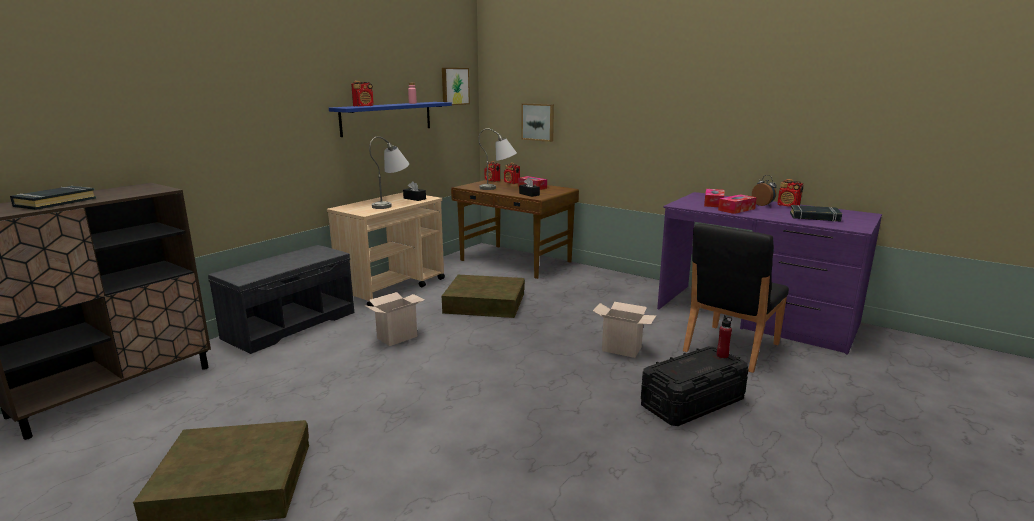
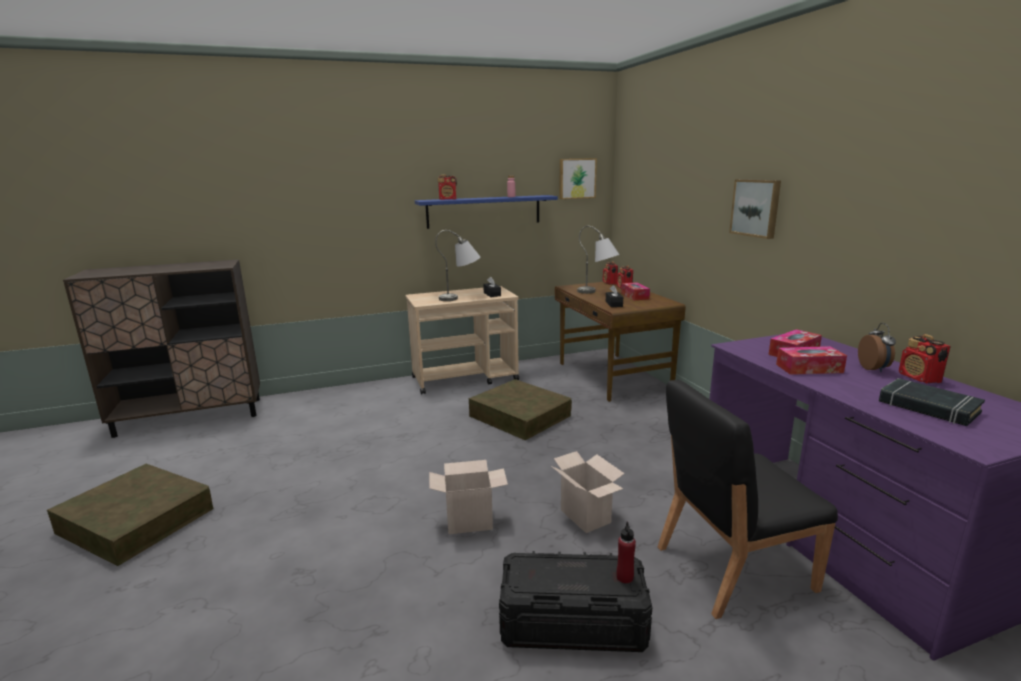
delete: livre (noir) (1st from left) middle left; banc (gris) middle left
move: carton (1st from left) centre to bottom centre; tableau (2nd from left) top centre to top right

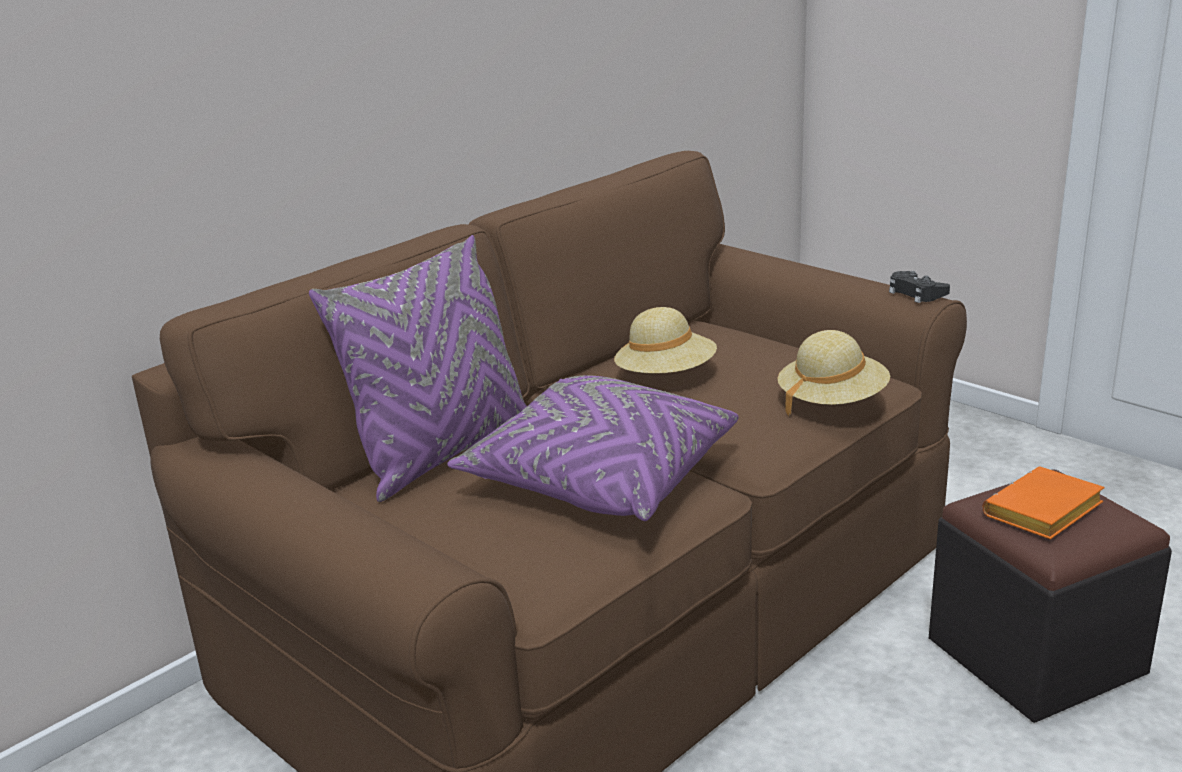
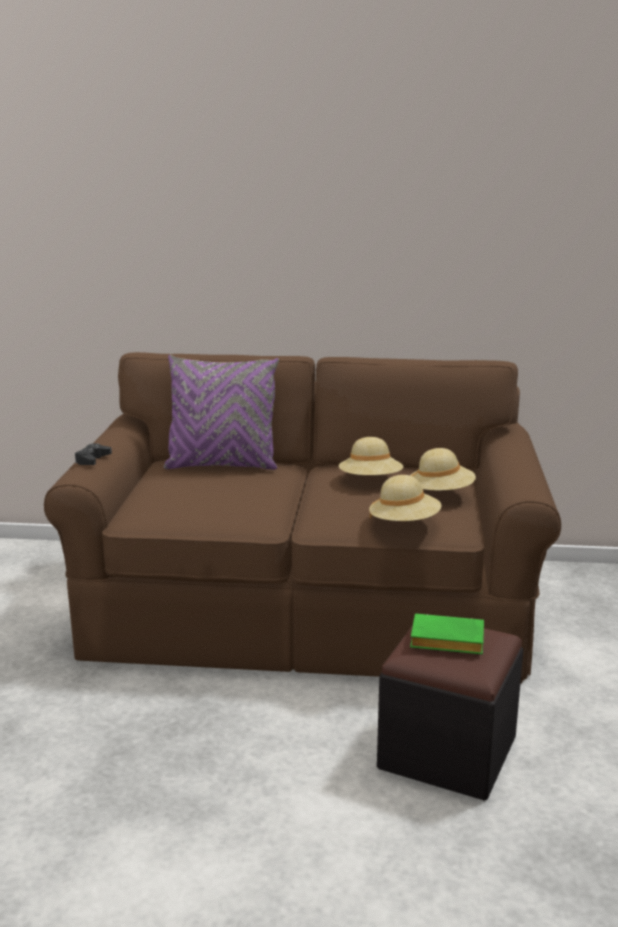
delete: coussin (violet) (2nd from left) centre
insert: chapeau (beige) (3rd from left) middle right
move: manette (noir) middle right to middle left
recolor: livre (orange) middle right to livre (vert) bottom right

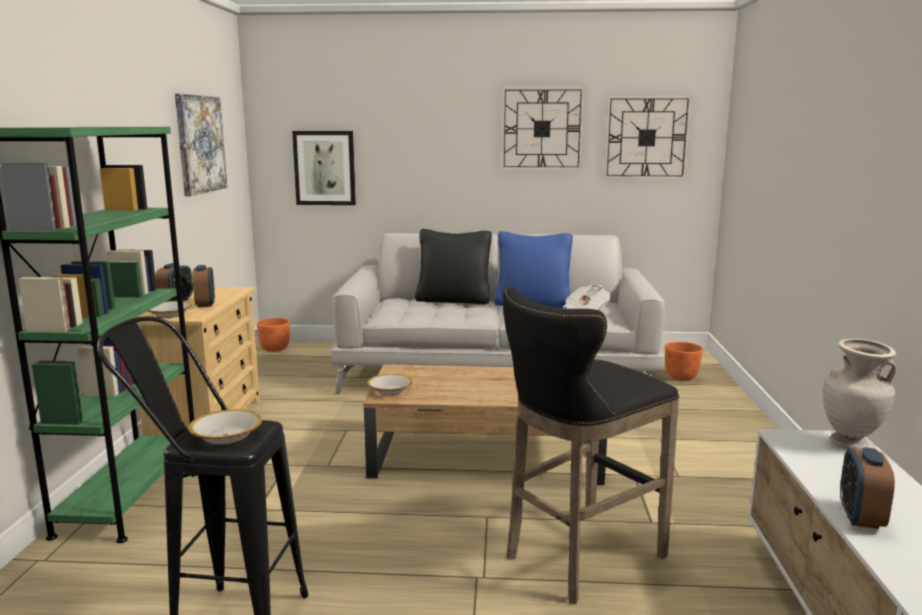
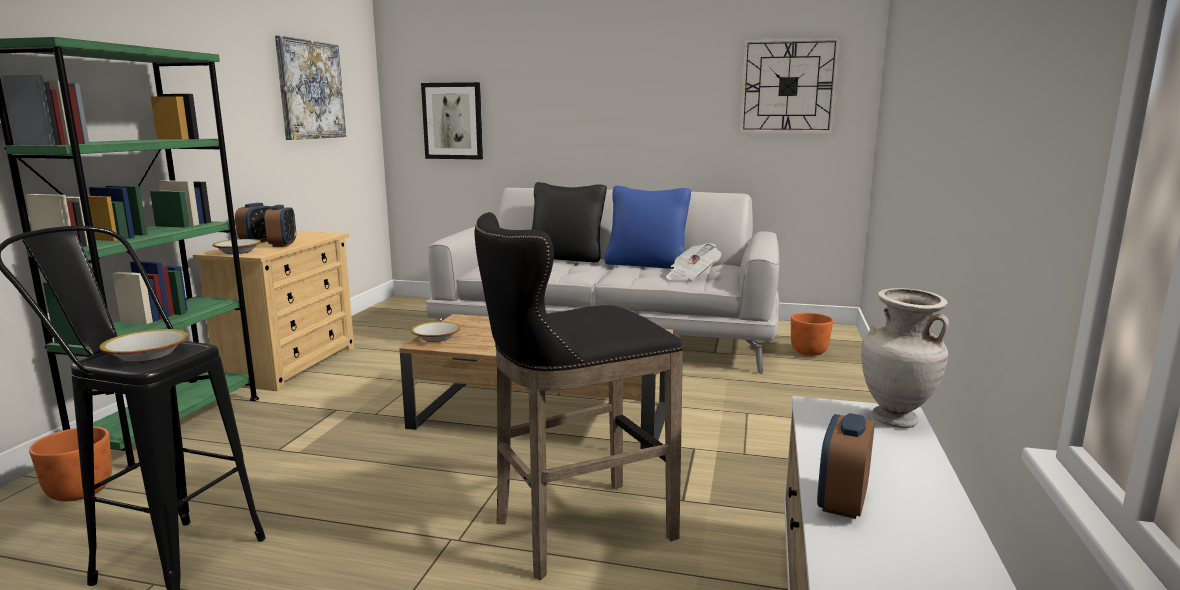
delete: horloge murale (1st from left) top centre
move: cache-pot (orange) (1st from left) middle left to bottom left

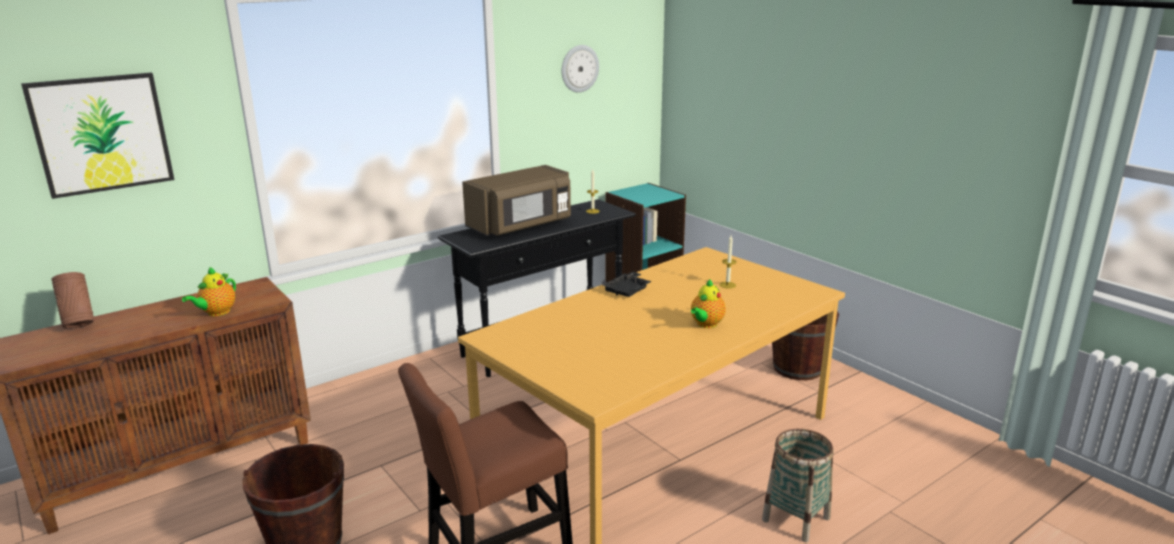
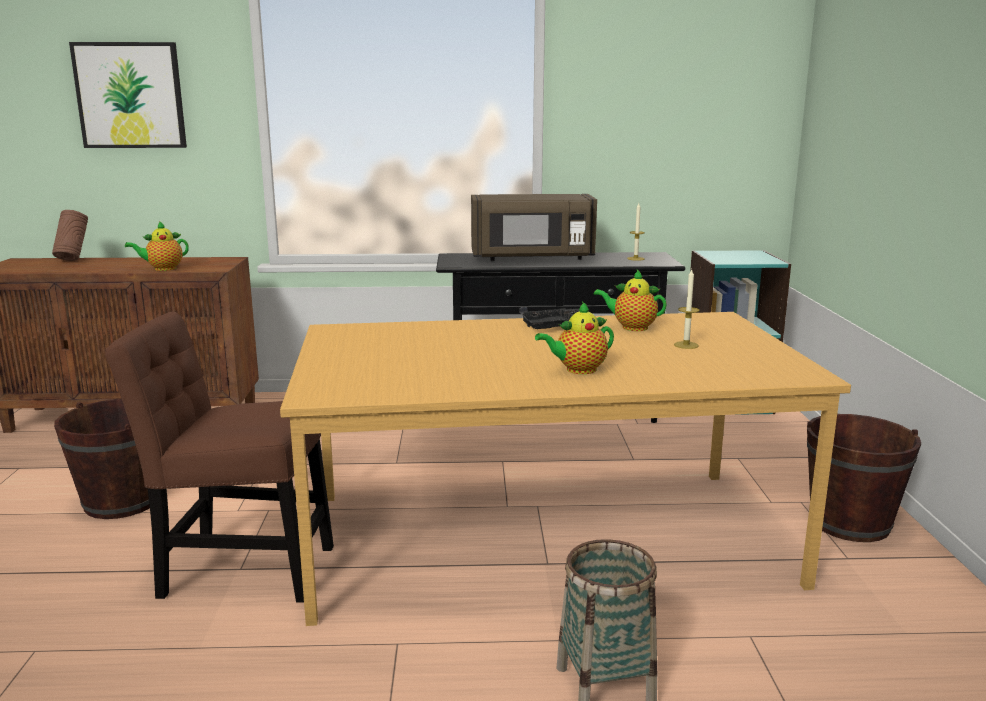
delete: horloge murale top centre
insert: théière (3rd from left) centre

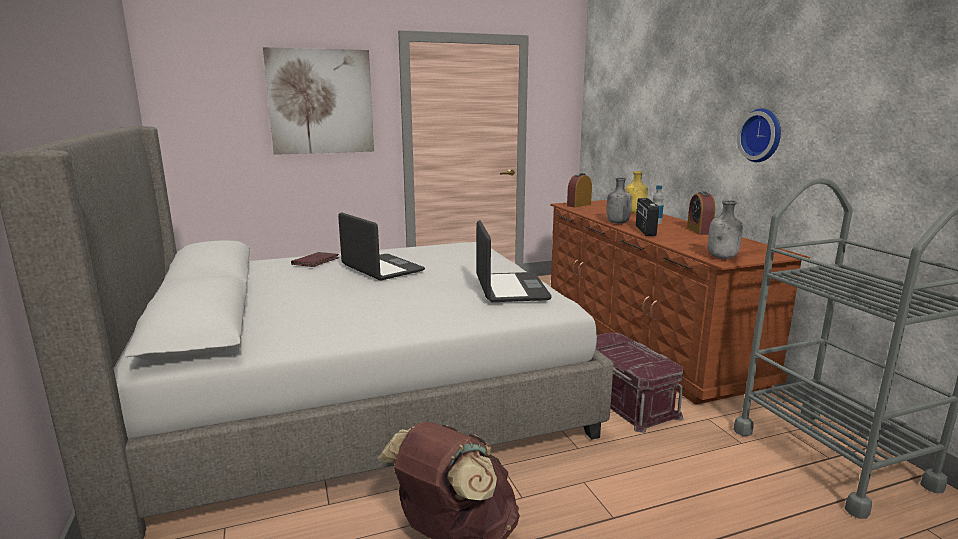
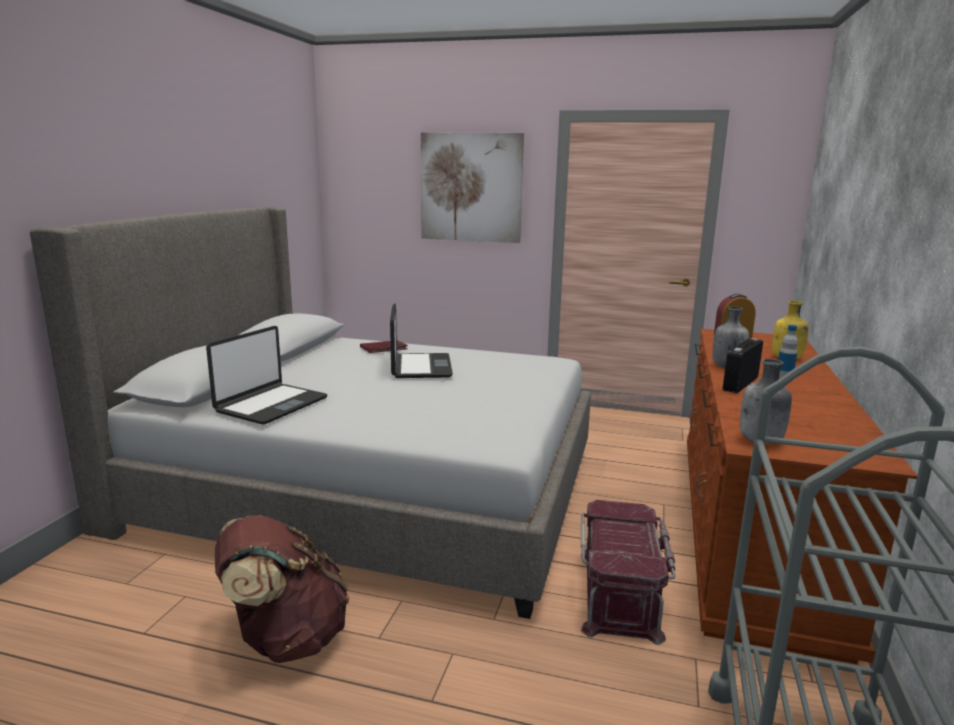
delete: réveil (2nd from left) middle right; horloge murale top right
move: ordinateur portable (2nd from left in the first image) centre to ordinateur portable (1st from left) middle left

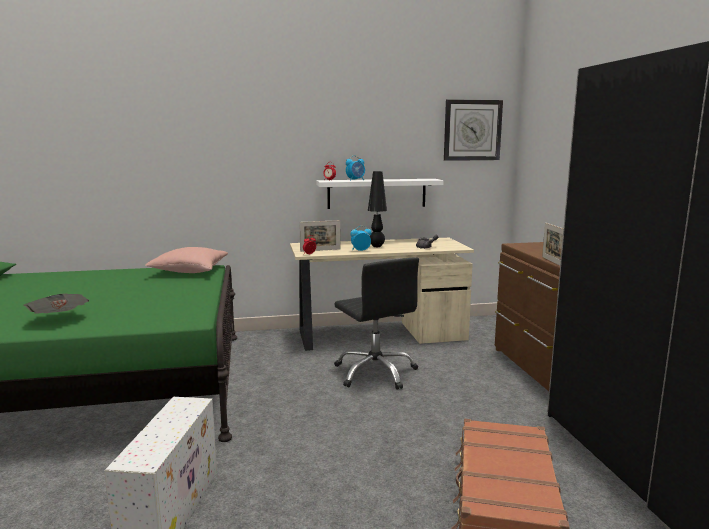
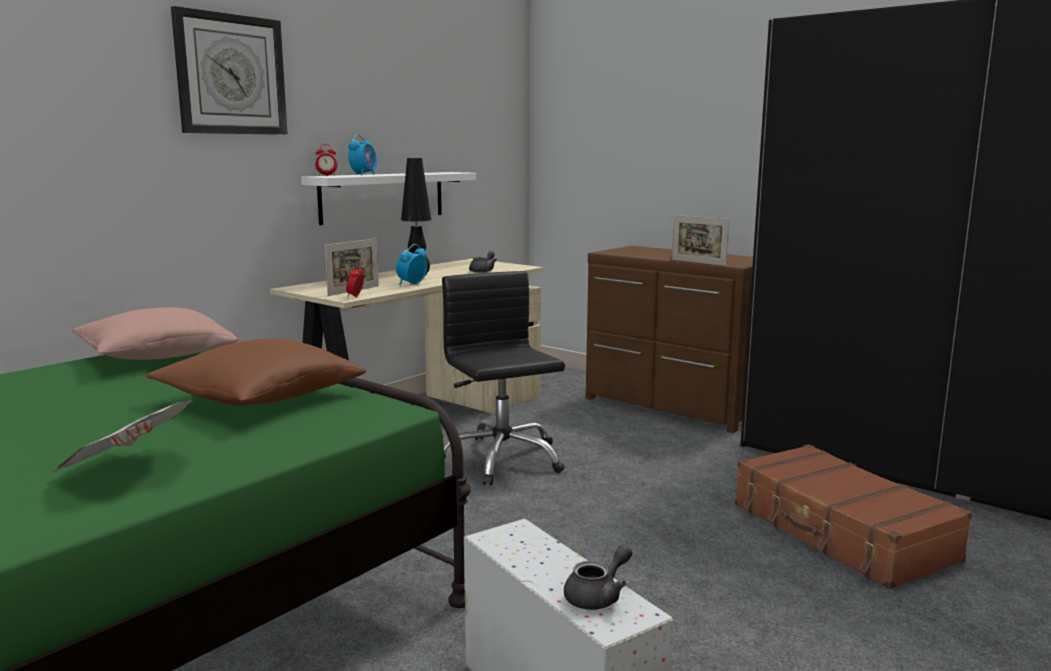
insert: coussin (marron) middle left; théière (gris) (2nd from left) bottom centre
move: horloge murale top right to top left
rotate: chaise de bureau (noir) centre = centre 135 degrees counterclockwise

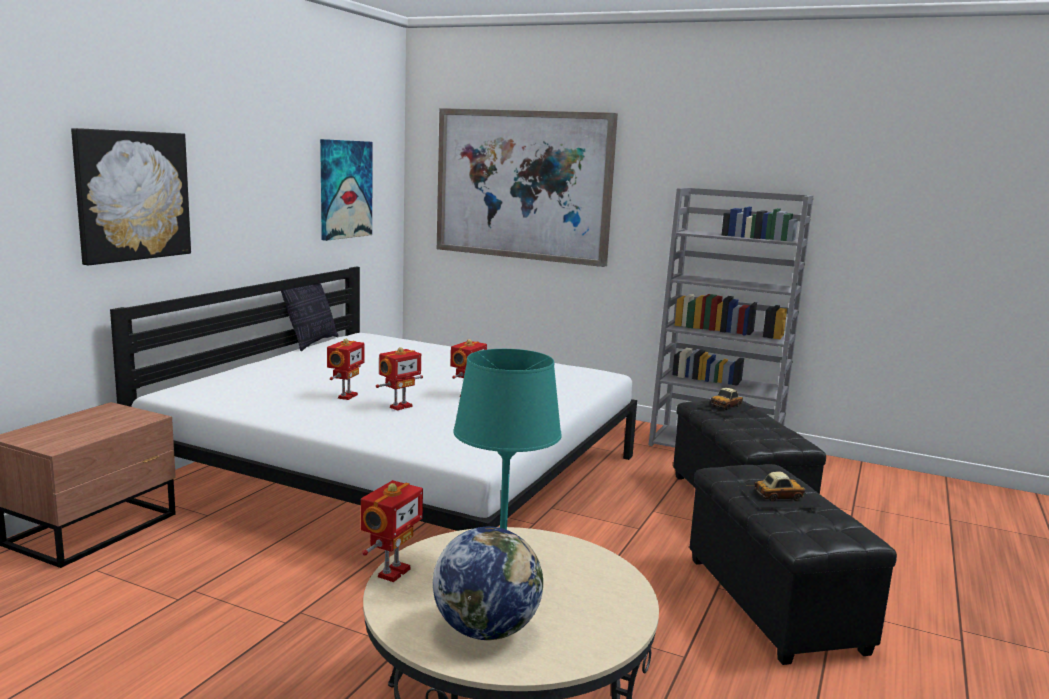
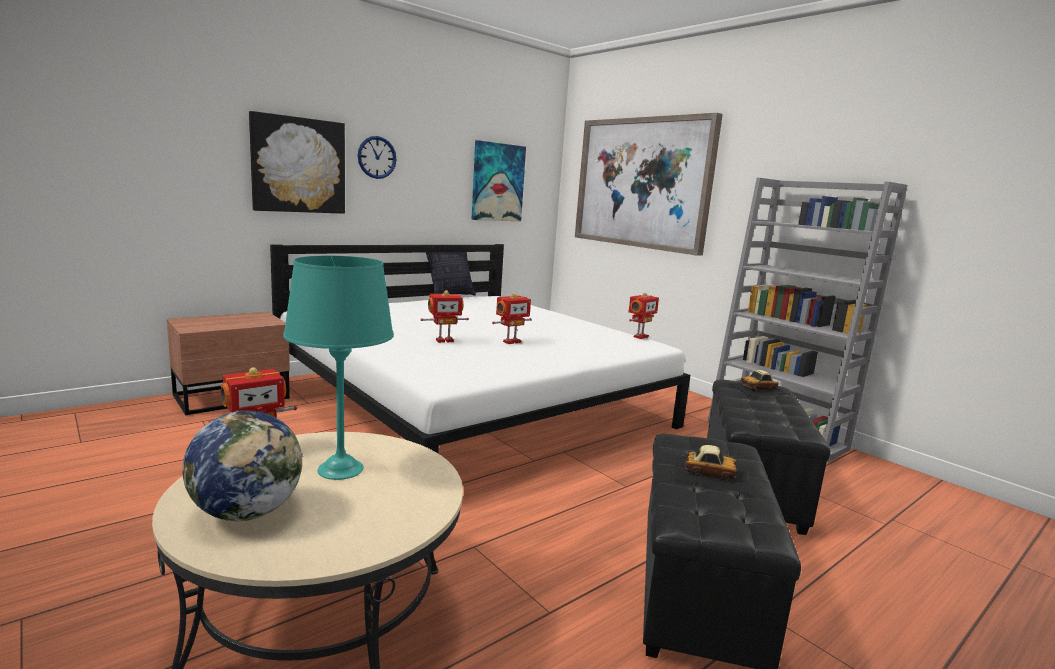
insert: horloge murale top centre
move: robot jouet (1st from left in the first image) middle left to robot jouet (4th from left) centre

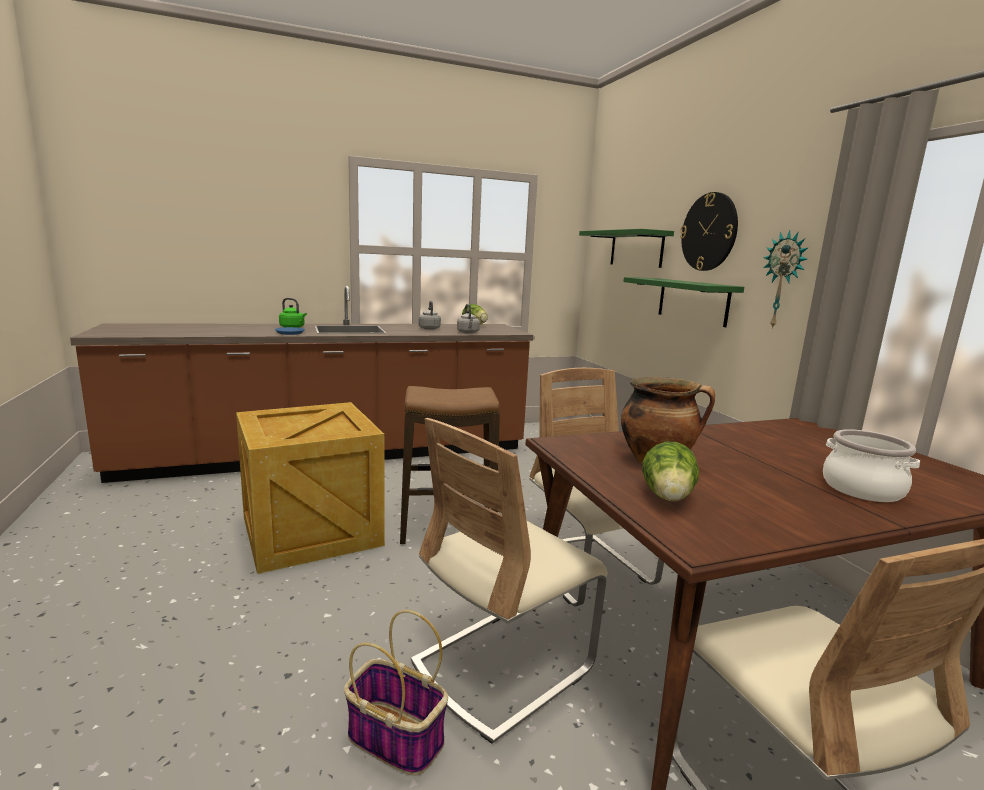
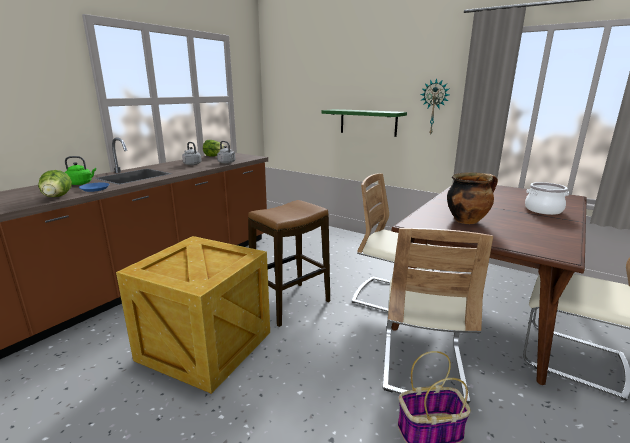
delete: étagère (vert) (1st from left) top centre; horloge murale (1st from left) top right
move: laitue (2nd from left in the first image) middle right to laitue (1st from left) middle left

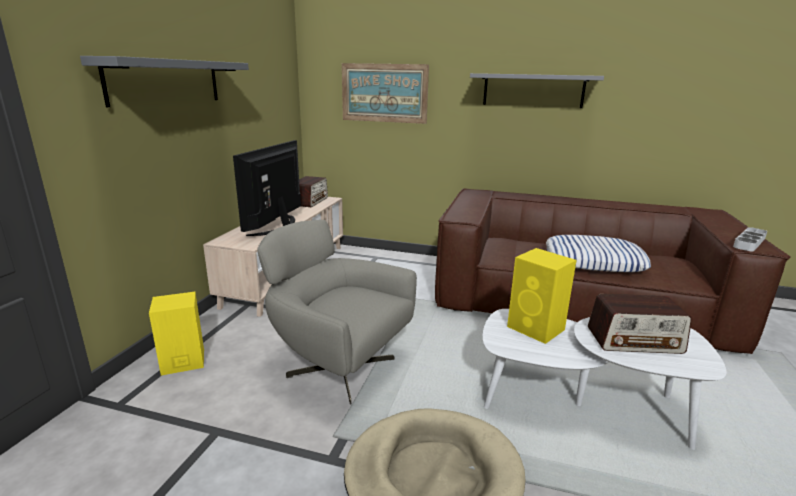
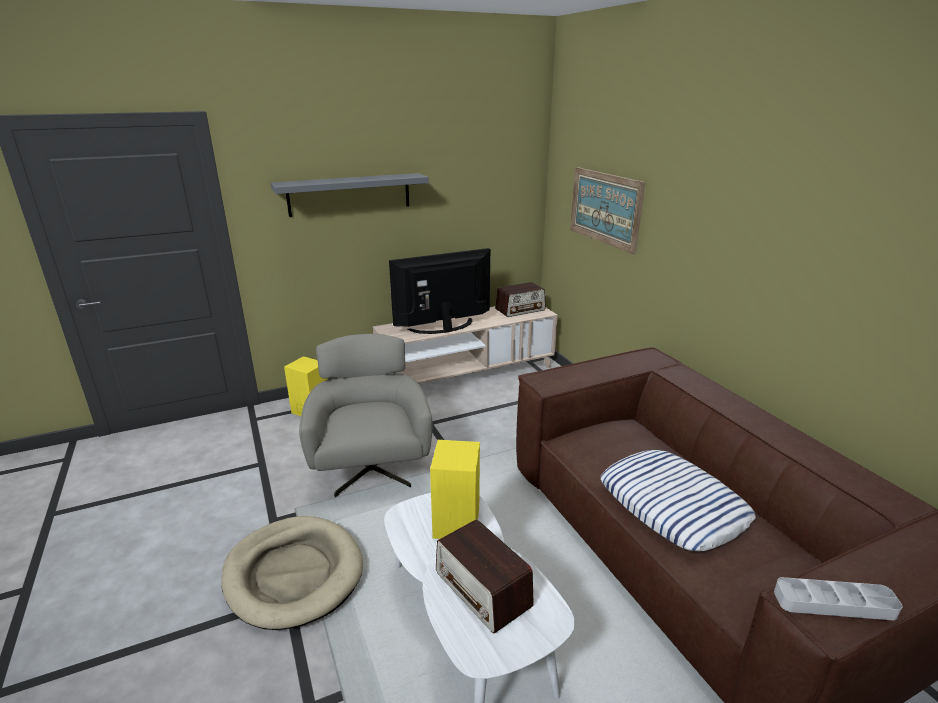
delete: étagère (gris) (2nd from left) top right

